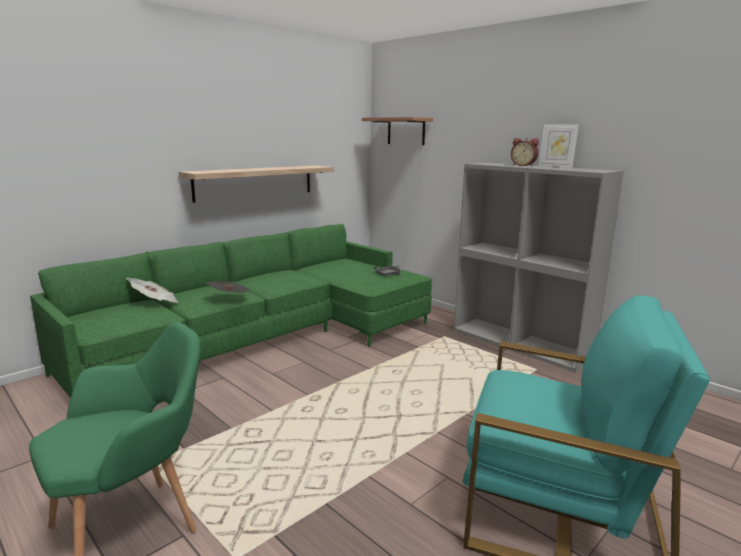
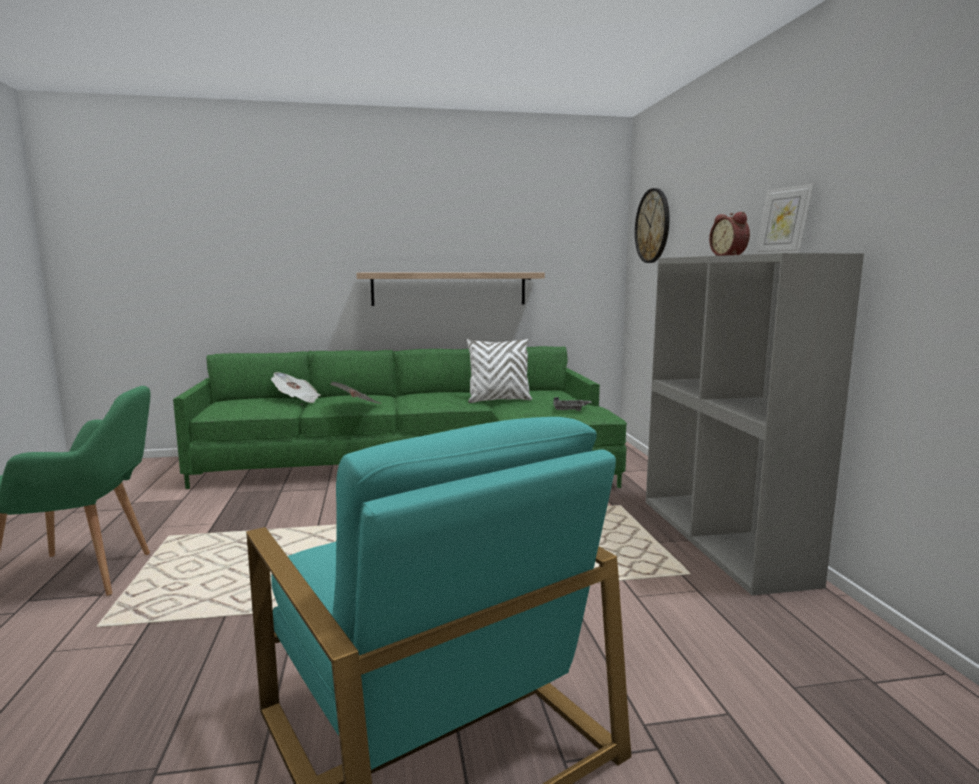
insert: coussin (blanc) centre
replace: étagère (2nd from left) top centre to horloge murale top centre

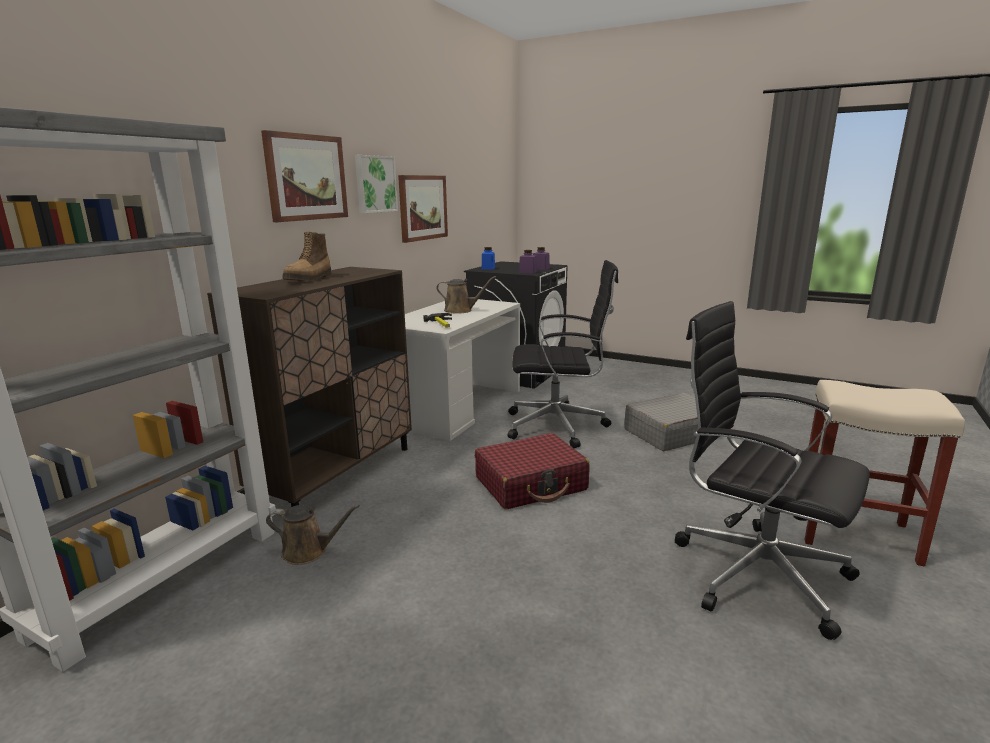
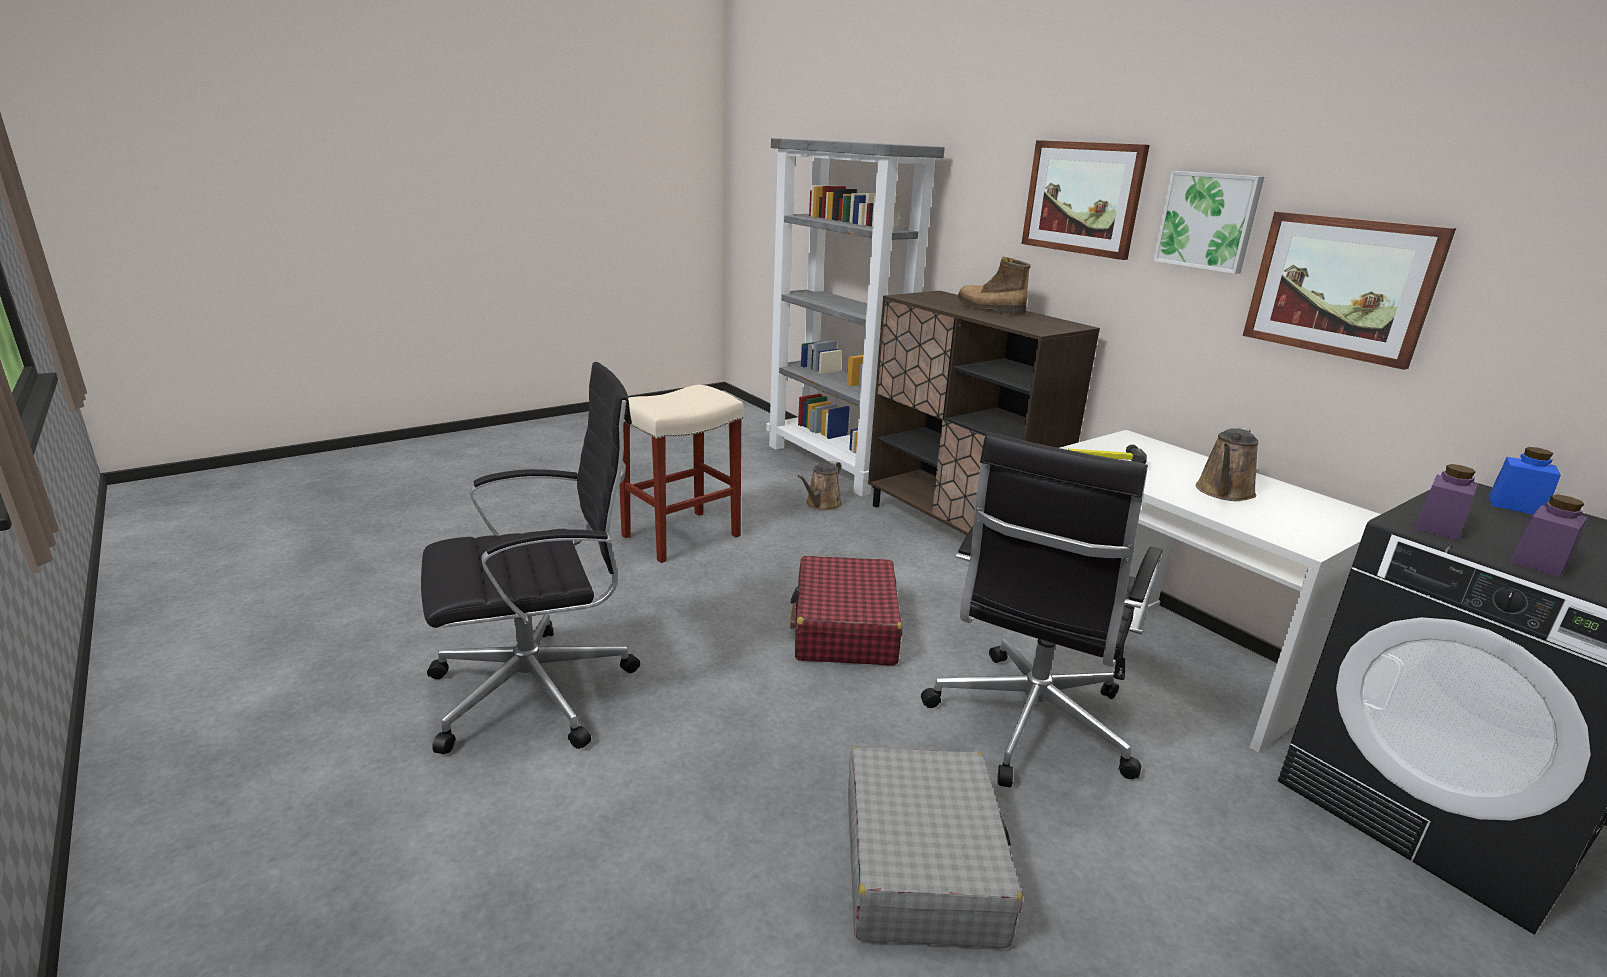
move: tabouret (beige) middle right to centre

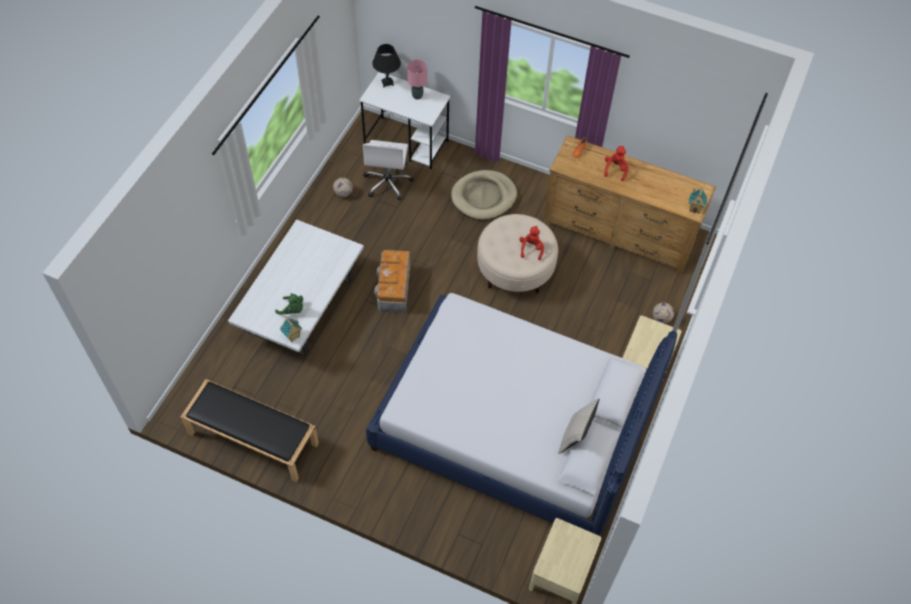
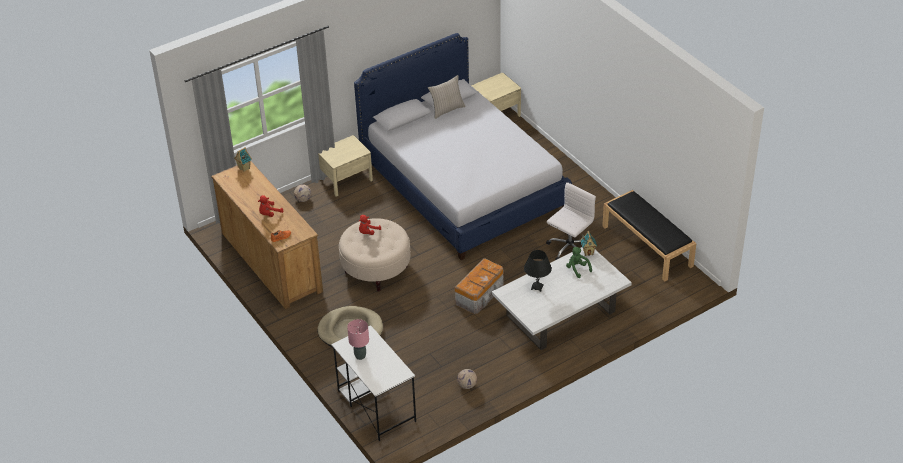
move: lampe de table (noir) top centre to centre; chaise de bureau (blanc) top centre to centre

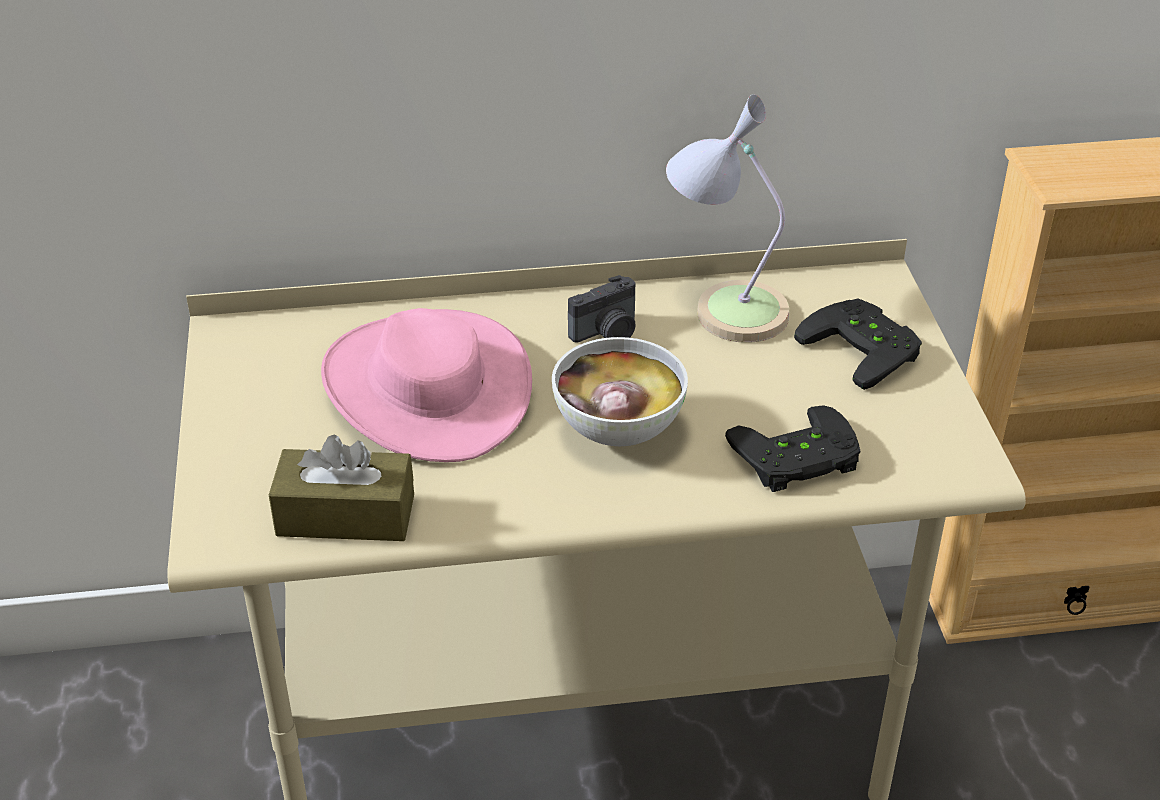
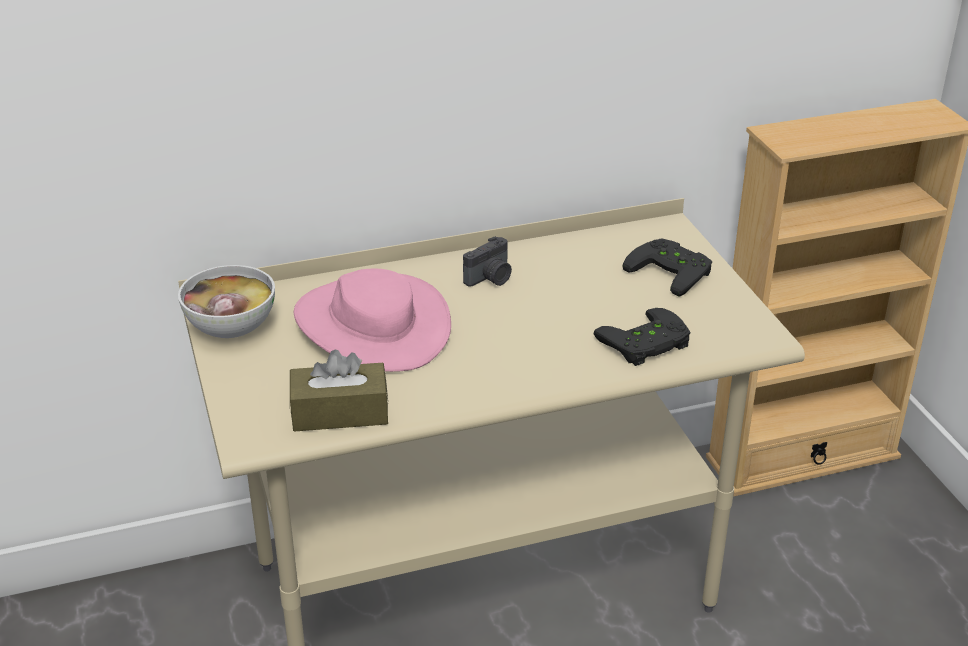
delete: lampe de table top centre
move: bol centre to middle left

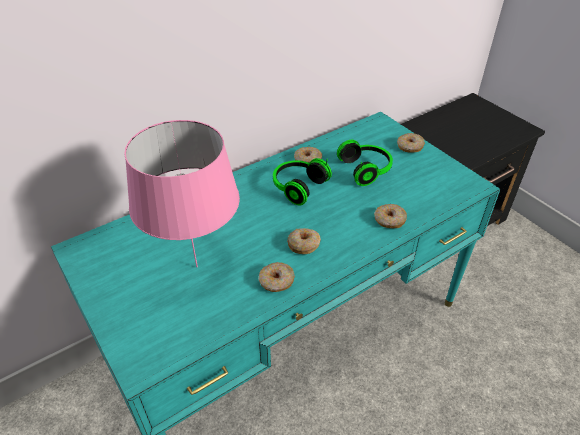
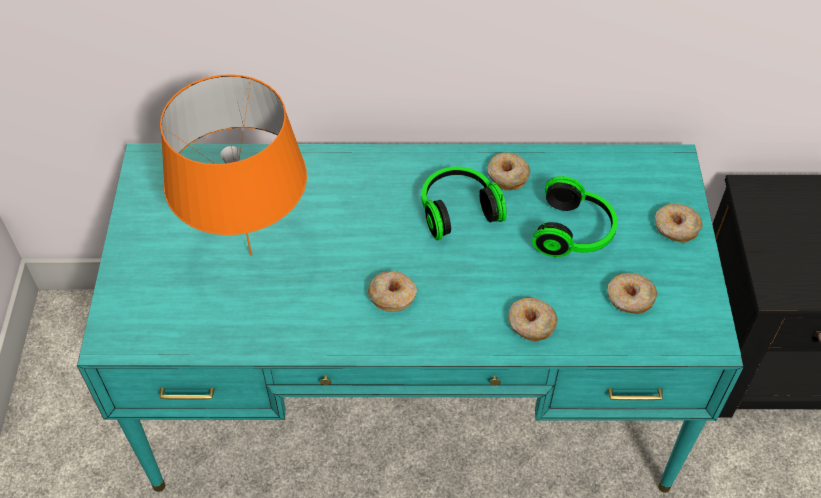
move: beignet (1st from left in the first image) centre to beignet (4th from left) middle right
recolor: lampe de table (rose) middle left to lampe de table (orange) top left

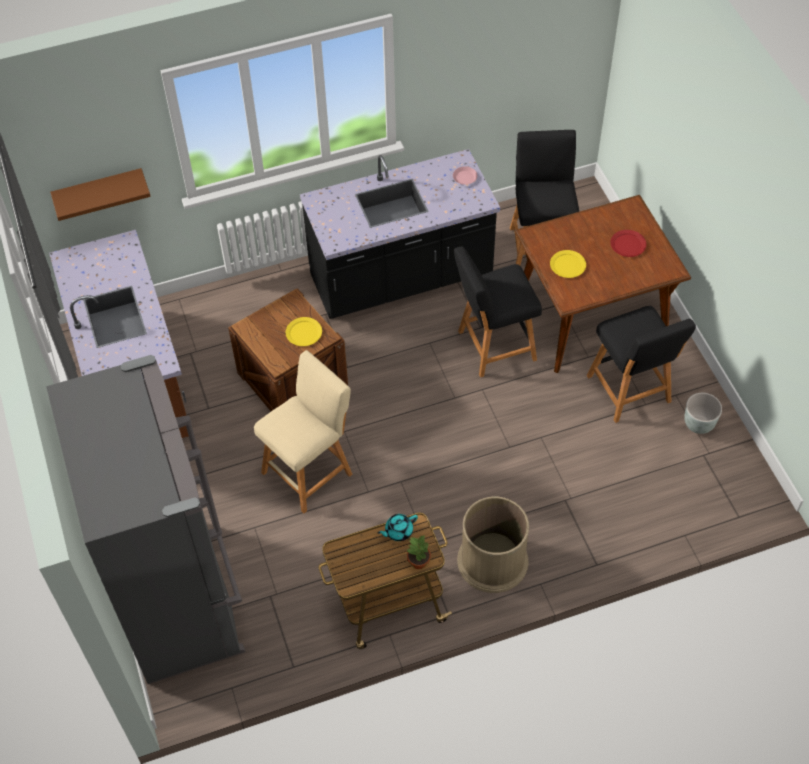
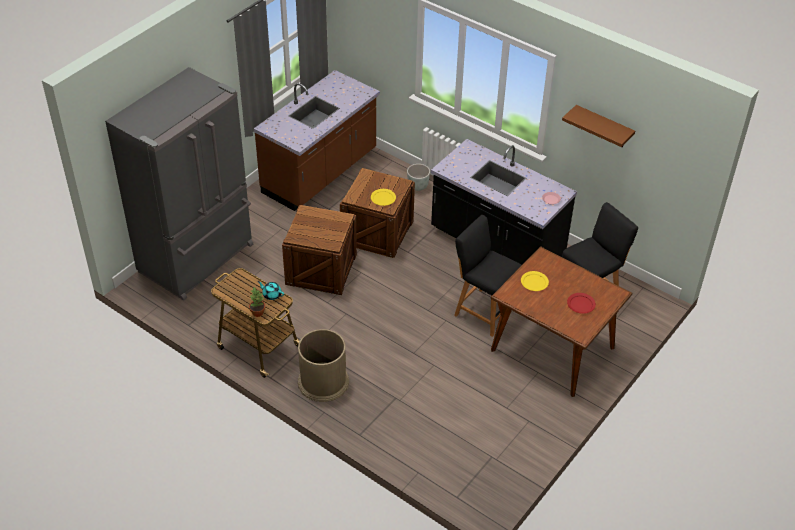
delete: tabouret (noir) (3rd from left) middle right
move: cache-pot (gris) middle right to centre; étagère (marron) top left to top right
replace: tabouret (beige) centre to caisse (1st from left) centre

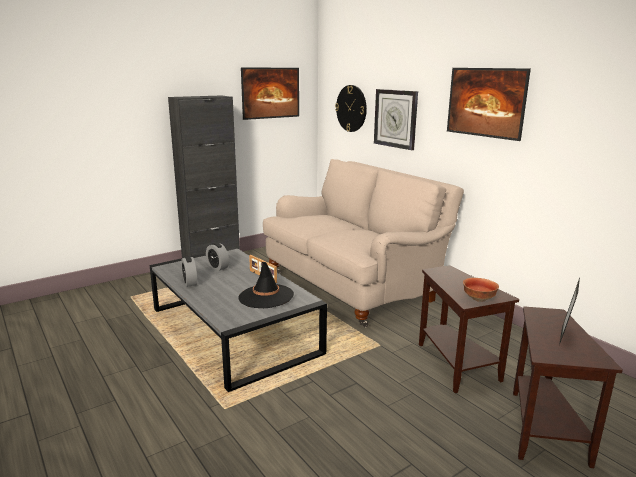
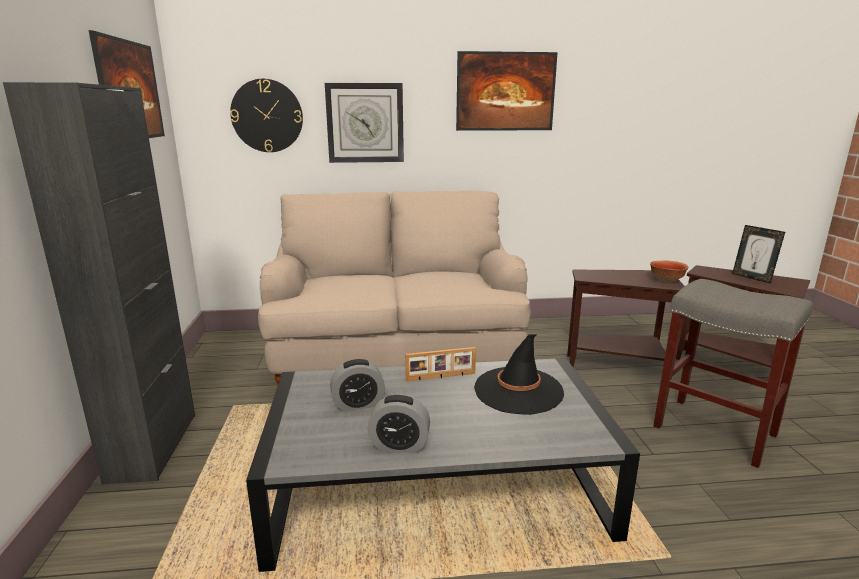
insert: tabouret (gris) middle right

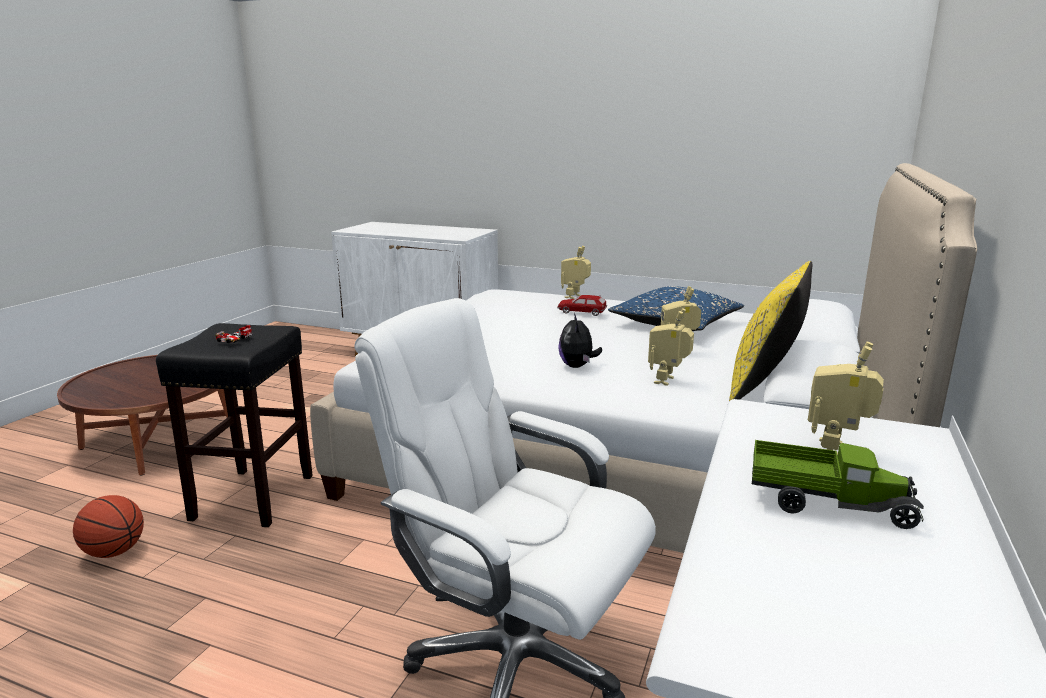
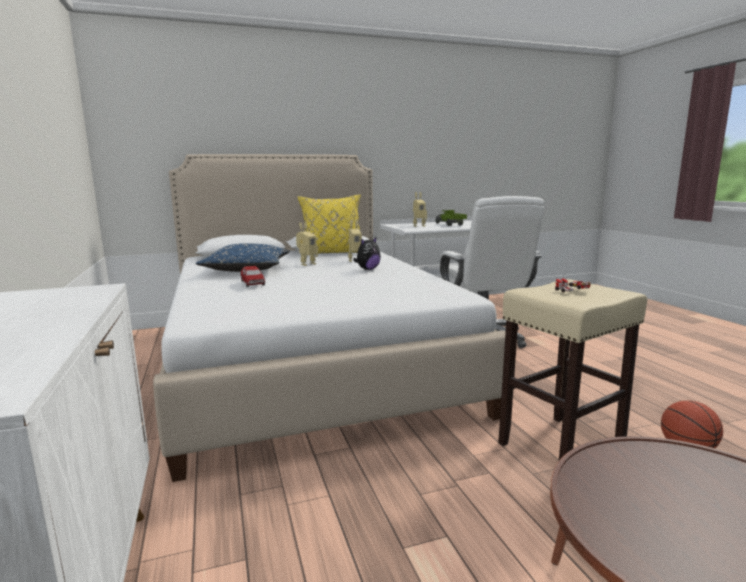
delete: robot jouet (1st from left) centre
recolor: tabouret (noir) middle left to tabouret (beige) middle right

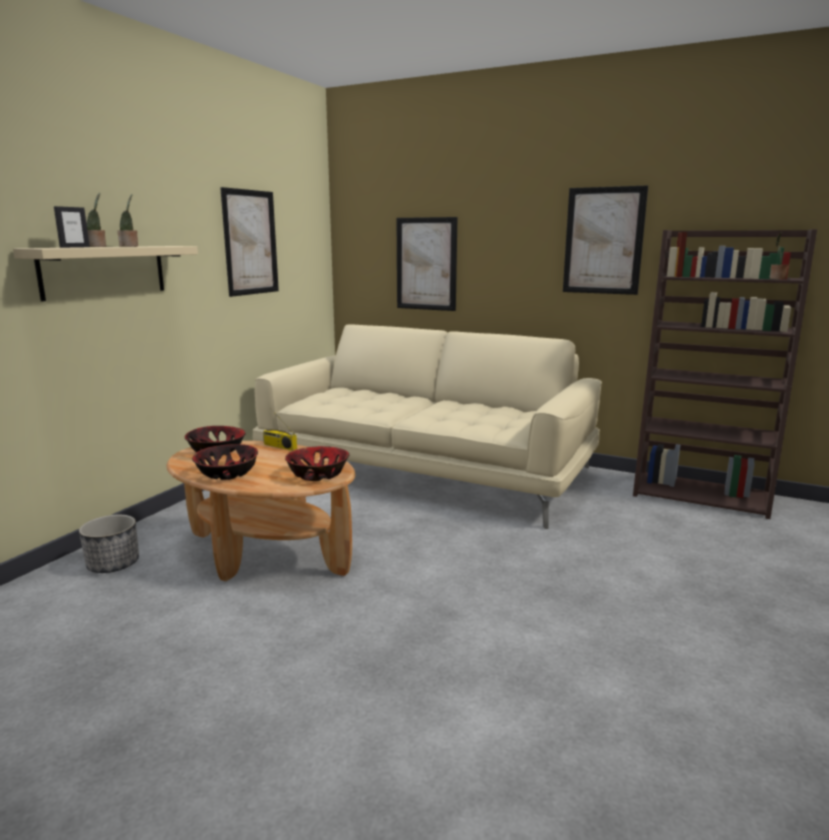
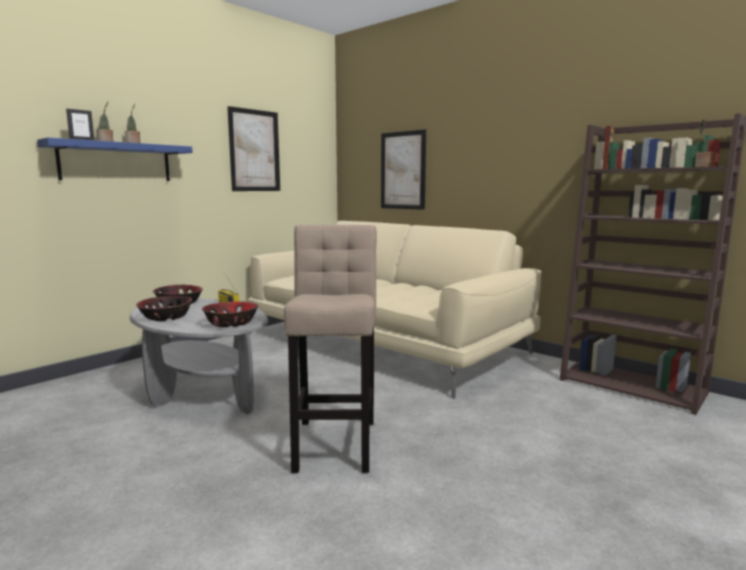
delete: cache-pot middle left; tableau (3rd from left) top right
insert: tabouret (beige) centre
recolor: étagère (beige) top left to étagère (bleu) top left; table basse (marron) middle left to table basse (gris) middle left

